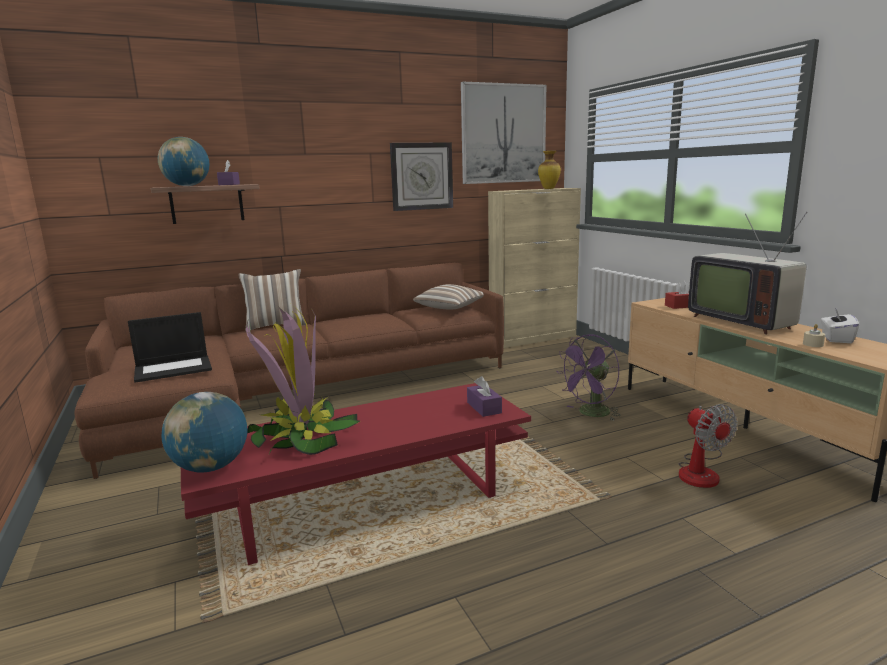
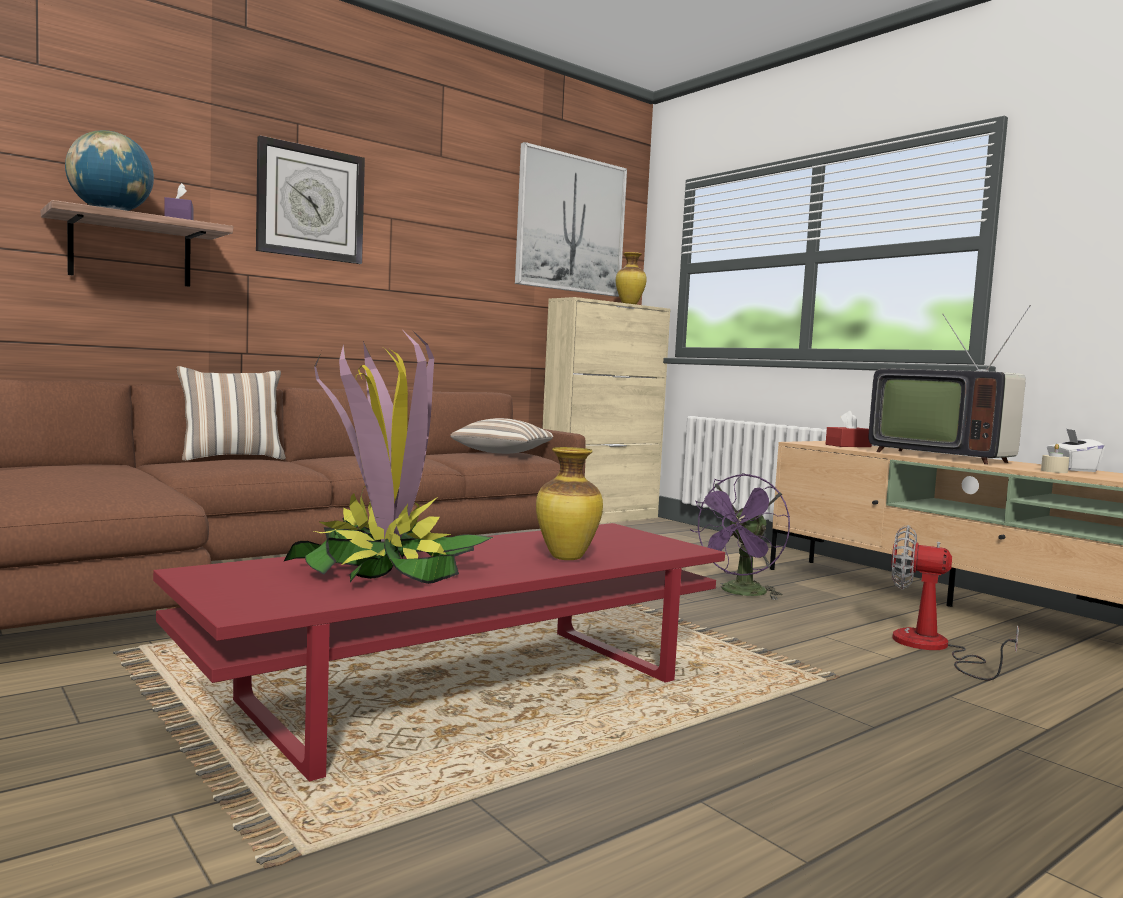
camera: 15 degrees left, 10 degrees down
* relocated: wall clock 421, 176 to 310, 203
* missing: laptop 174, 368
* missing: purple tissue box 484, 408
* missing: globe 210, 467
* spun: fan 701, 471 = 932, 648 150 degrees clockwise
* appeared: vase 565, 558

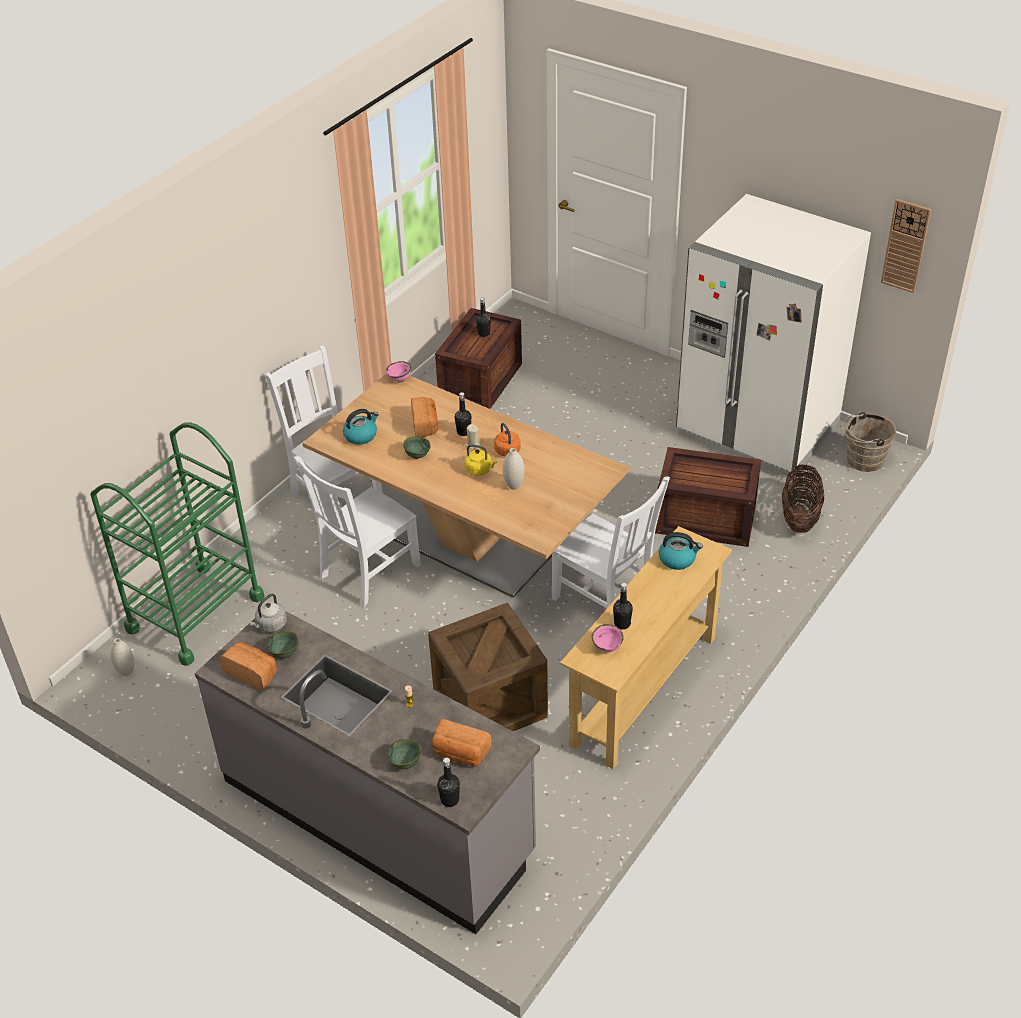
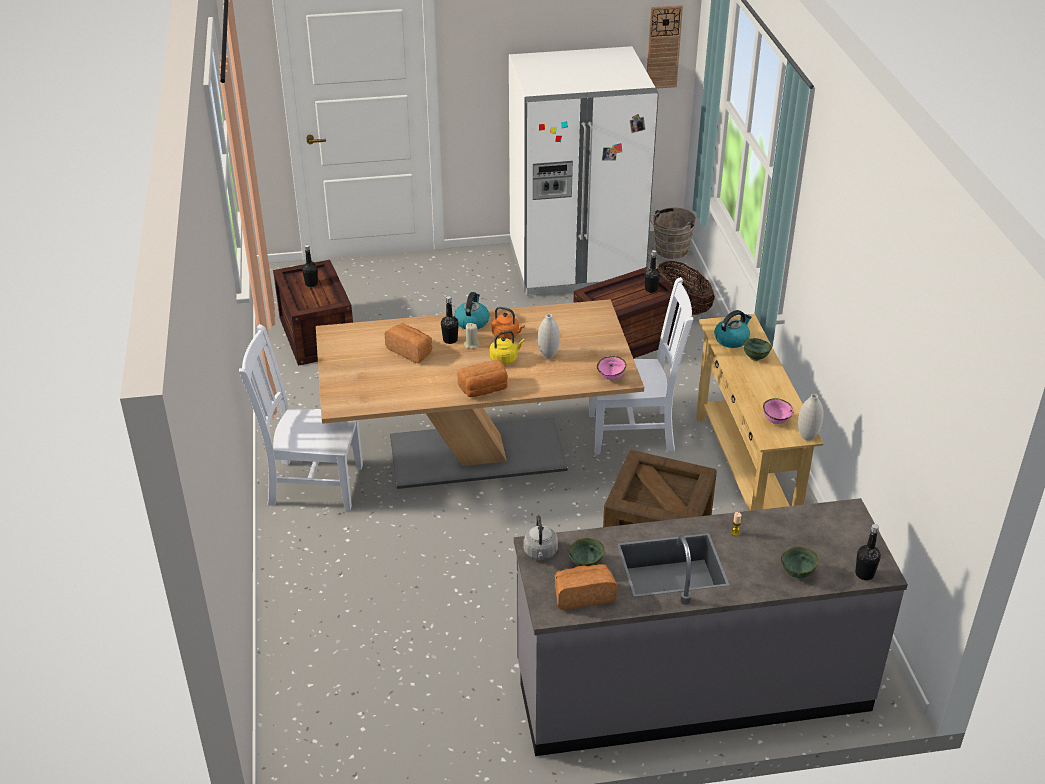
camera: 45 degrees left, 5 degrees down
* relocated: pink bowl 400, 380 to 611, 378
* relocated: kettle 361, 435 to 472, 322
* missing: green cart 195, 613
* relocated: green bowl 417, 455 to 755, 357
* missing: white chair 367, 572
* relocated: black bottle 622, 624 to 651, 289
* relocated: white vase 126, 672 to 807, 437
* relocated: bread 460, 753 to 484, 389

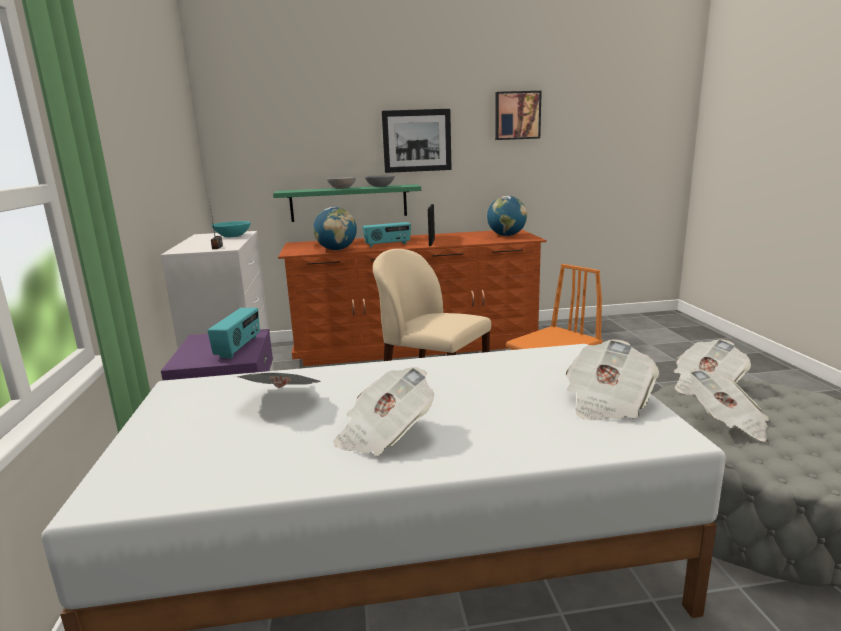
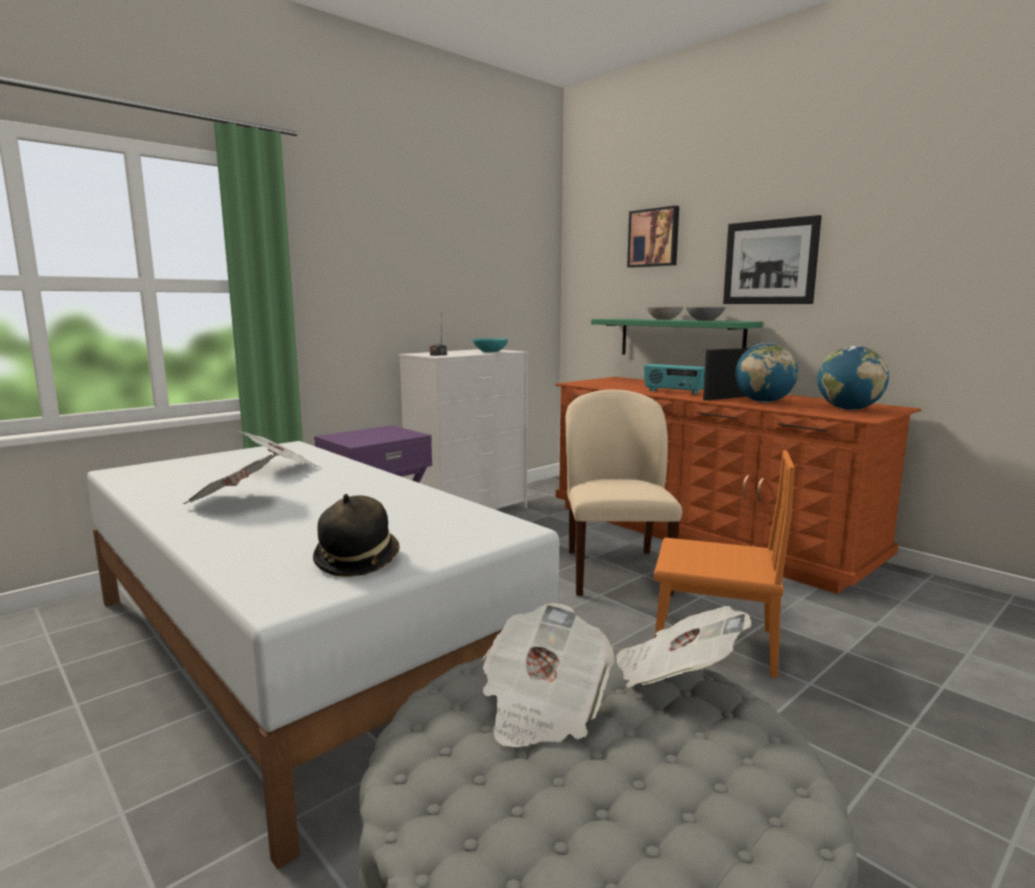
camera: 55 degrees right, 5 degrees down
* relocated: picture 517, 115 to 654, 238
* relocated: globe 337, 250 to 764, 402
* missing: radio 239, 347
* exchanged: newspaper 606, 403 to hat 357, 561

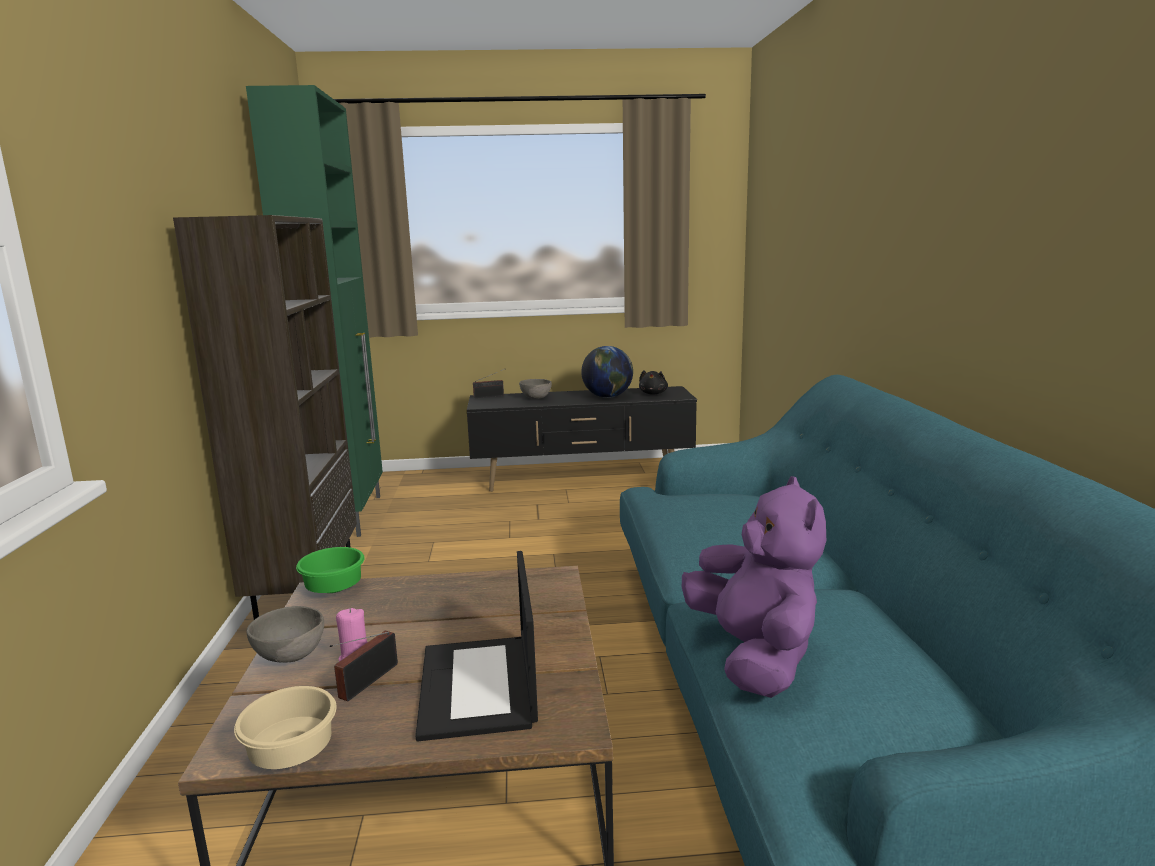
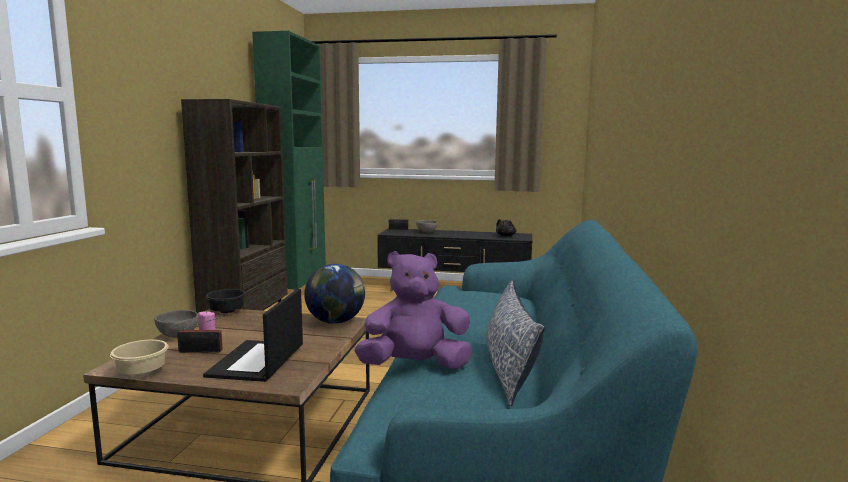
camera: 15 degrees right, 5 degrees down
* relocated: globe 608, 397 to 336, 322
* spun: purple plush toy 754, 656 = 415, 366 105 degrees counterclockwise
* colour: green bowl 334, 588 to black bowl 227, 311
* spun: radio 365, 683 = 203, 351 135 degrees counterclockwise
* appeared: pillow 508, 367

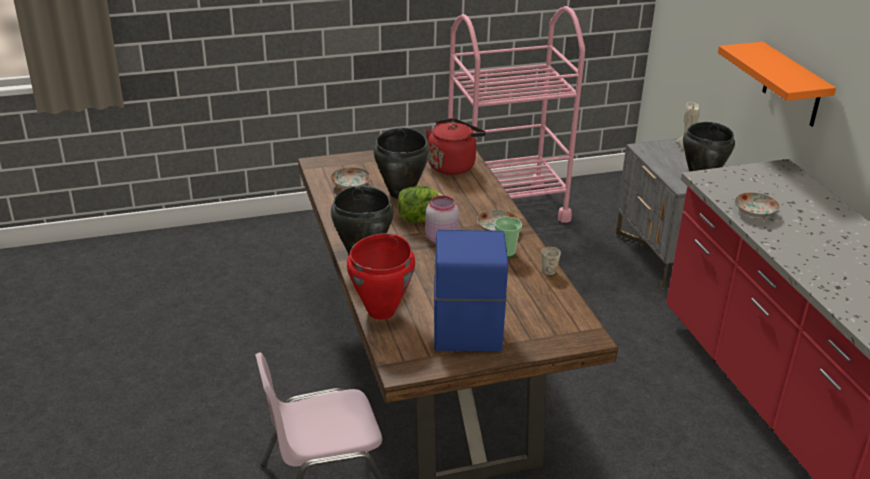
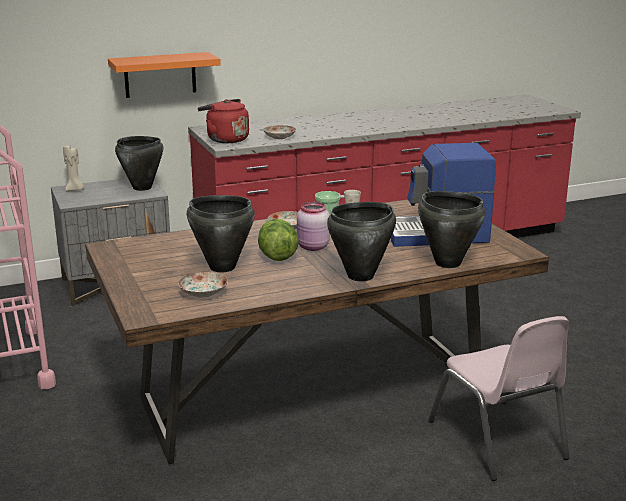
camera: 95 degrees left, 10 degrees down
* relocated: red kettle 453, 165 to 225, 139
* colour: red cooking pot 382, 311 to black cooking pot 447, 263

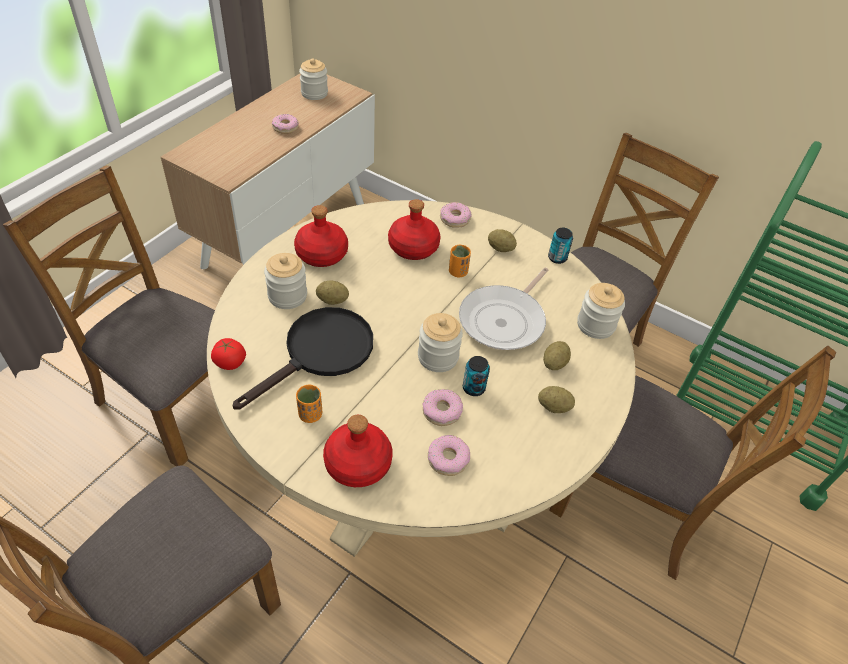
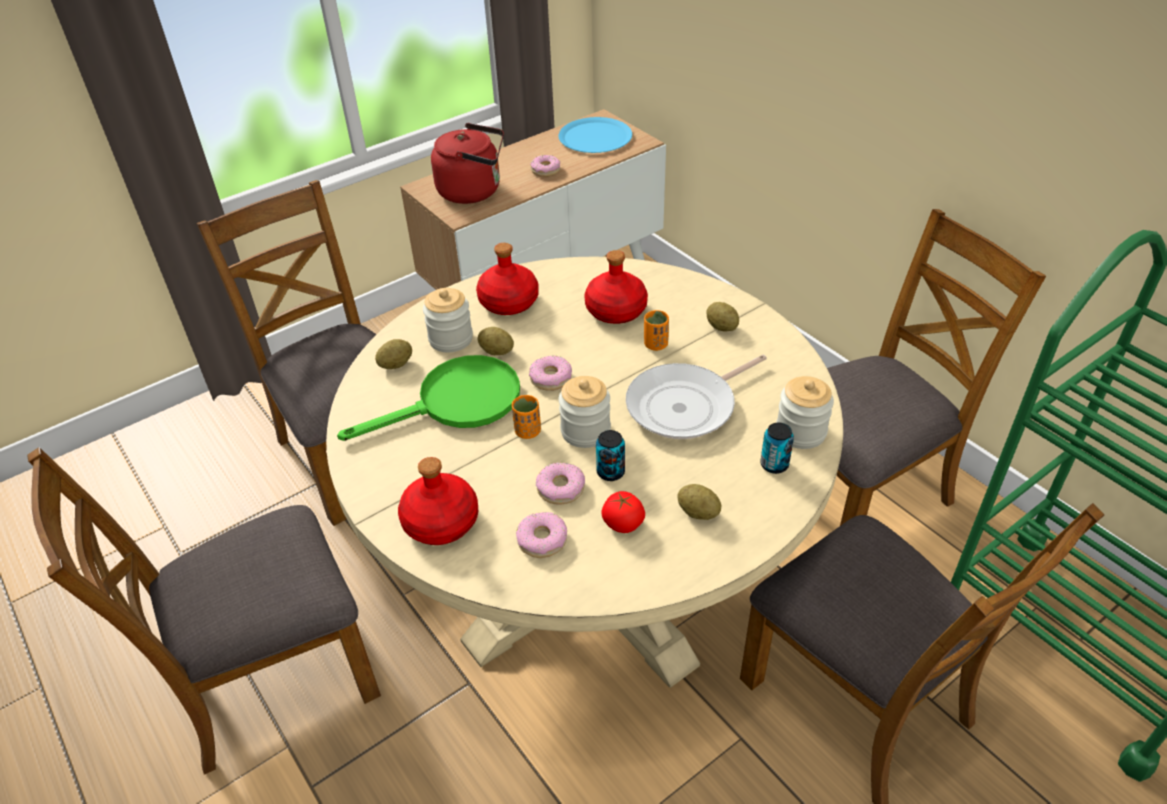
camera: 25 degrees right, 5 degrees down
* exchanged: jar 314, 93 to blue plate 595, 137
* relocated: donut 454, 219 to 550, 378
* relocated: can 557, 258 to 774, 465
* colour: black frying pan 320, 353 to green frying pan 456, 403
* relocated: tomato 230, 363 to 623, 523
* relocated: potato 554, 363 to 396, 364
* relocated: orange cup 310, 414 to 527, 431
* appeared: red kettle 473, 191

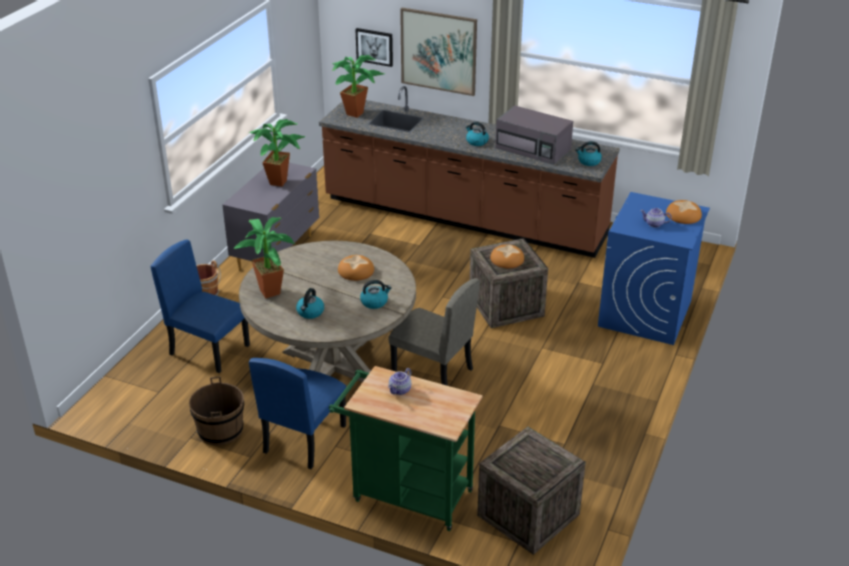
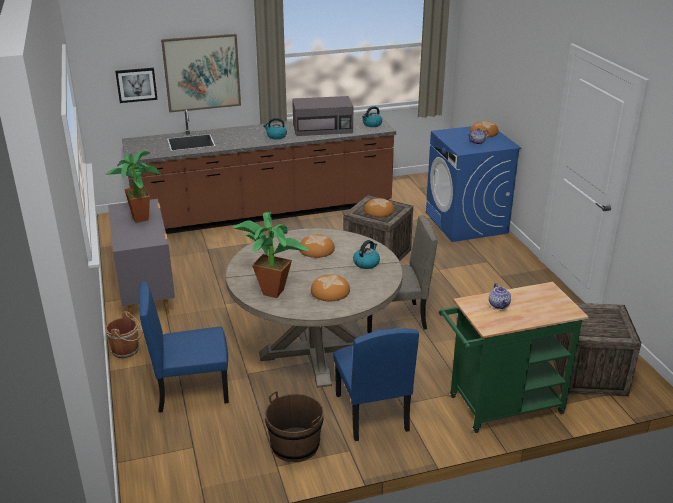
camera: 40 degrees left, 5 degrees down
* missing: potted plant 358, 113
* exchanged: kettle 310, 312 to bread 330, 291

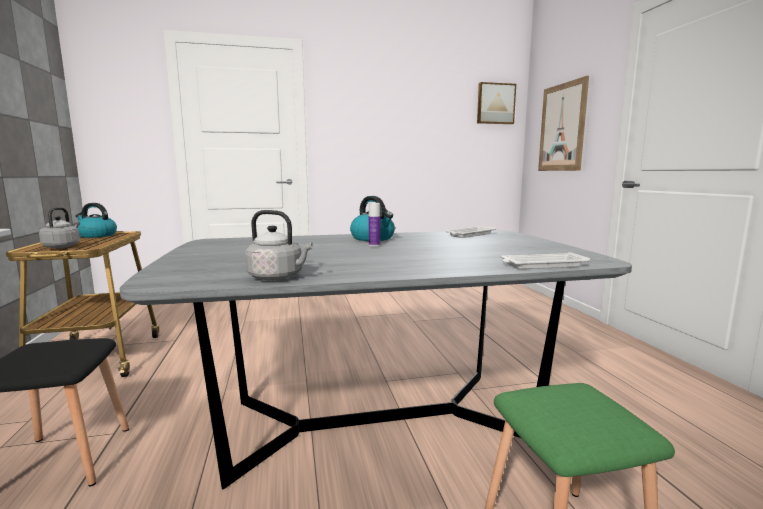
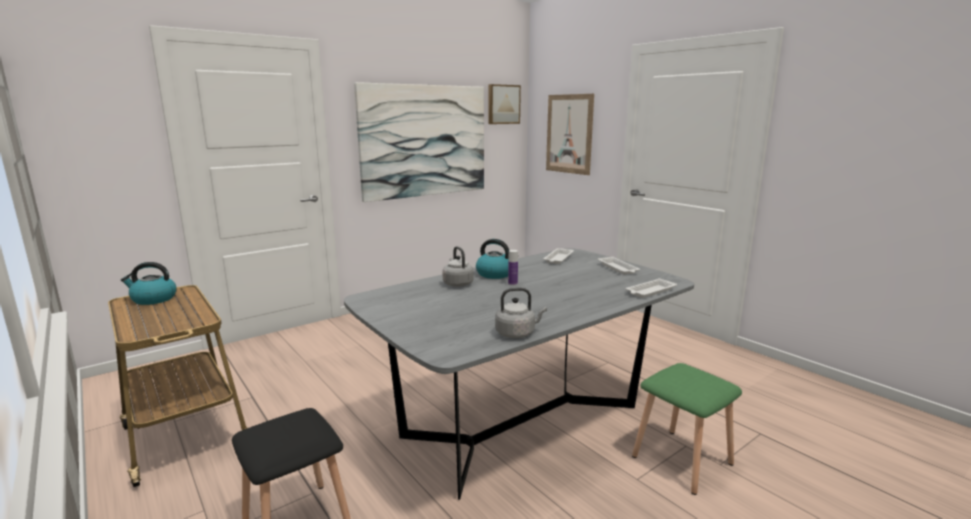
camera: 25 degrees left, 5 degrees up
* relocated: grey kettle 63, 246 to 457, 283
* appeared: picture 424, 141
* appeared: white tray 618, 268

